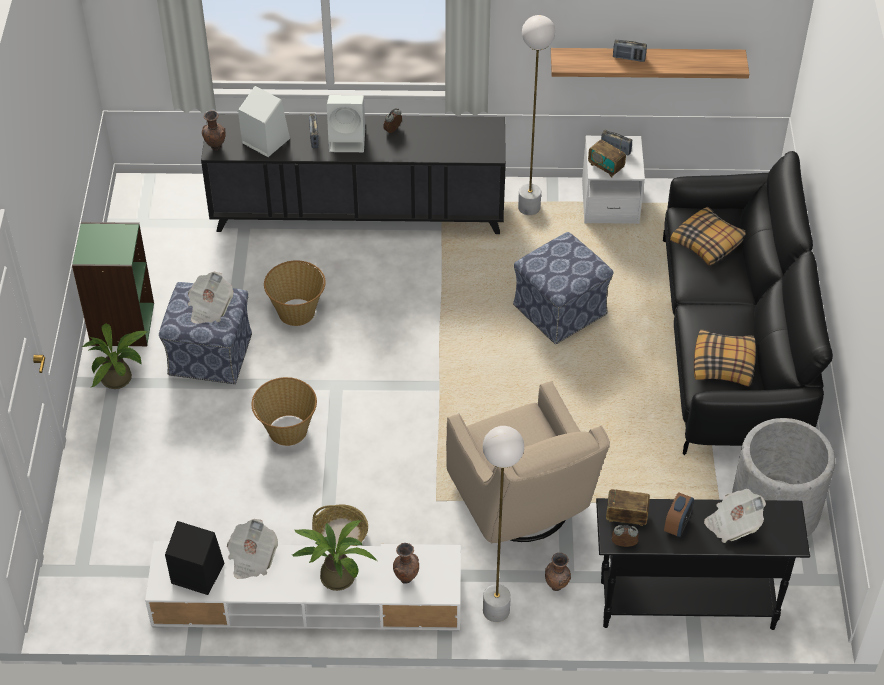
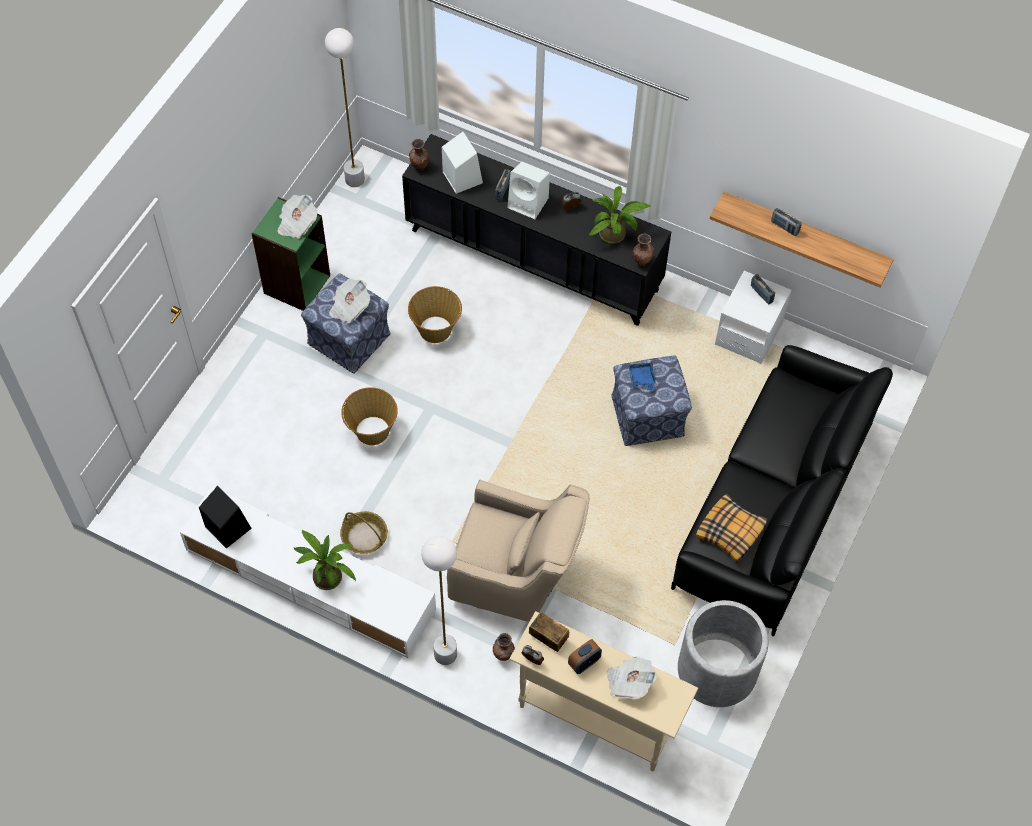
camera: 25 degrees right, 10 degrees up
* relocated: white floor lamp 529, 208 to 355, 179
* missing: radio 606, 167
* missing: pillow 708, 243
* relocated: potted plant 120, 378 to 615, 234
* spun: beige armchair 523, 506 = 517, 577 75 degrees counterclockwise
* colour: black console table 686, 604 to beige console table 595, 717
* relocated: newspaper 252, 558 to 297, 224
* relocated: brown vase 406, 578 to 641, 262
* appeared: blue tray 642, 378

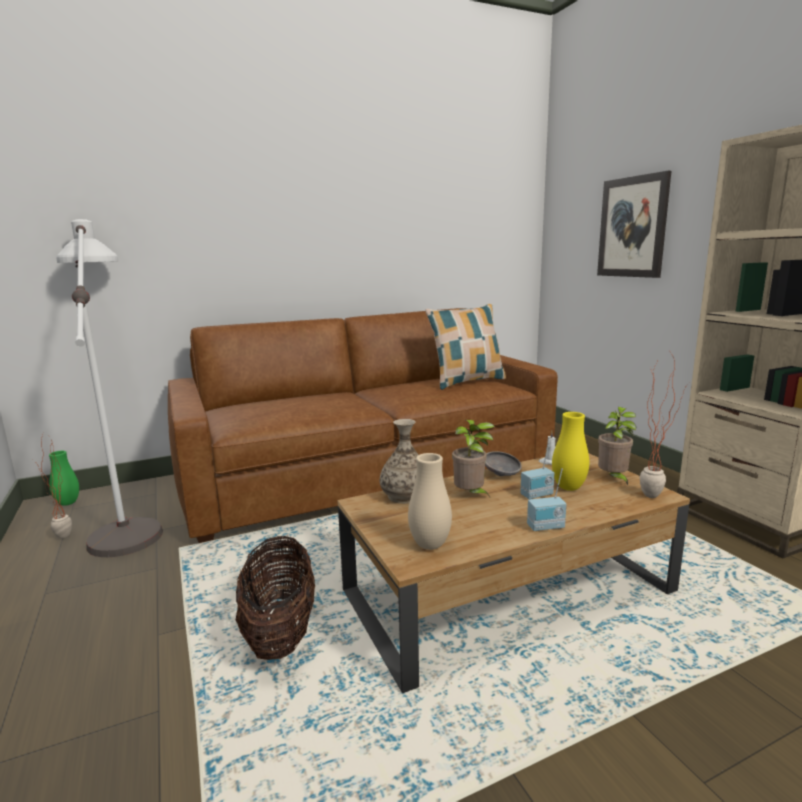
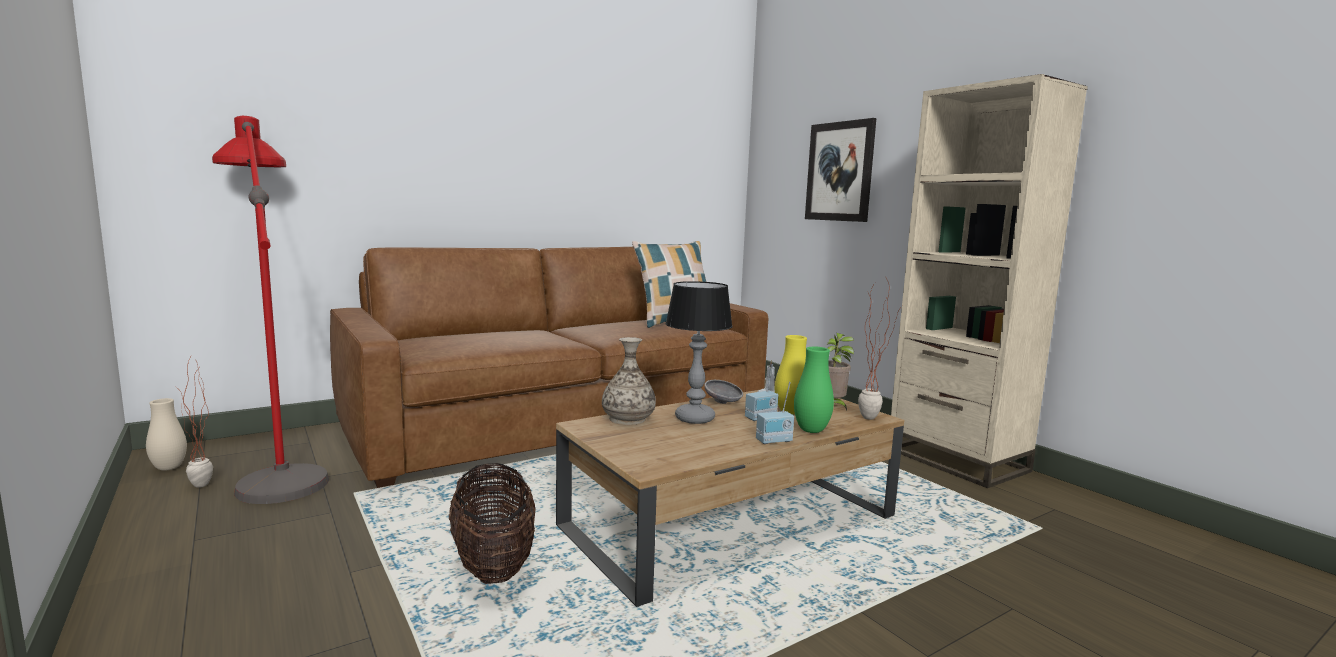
camera: 10 degrees left, 5 degrees down
* colour: white floor lamp 127, 517 to red floor lamp 278, 465
* exchanged: potted plant 471, 495 to table lamp 695, 418
* relocated: green vase 68, 503 to 811, 430
* relocated: beige vase 430, 545 to 169, 468

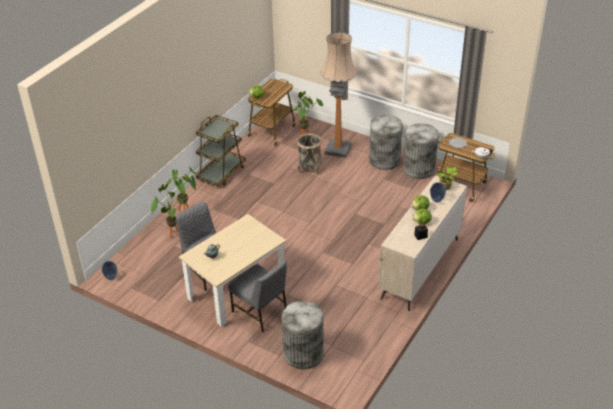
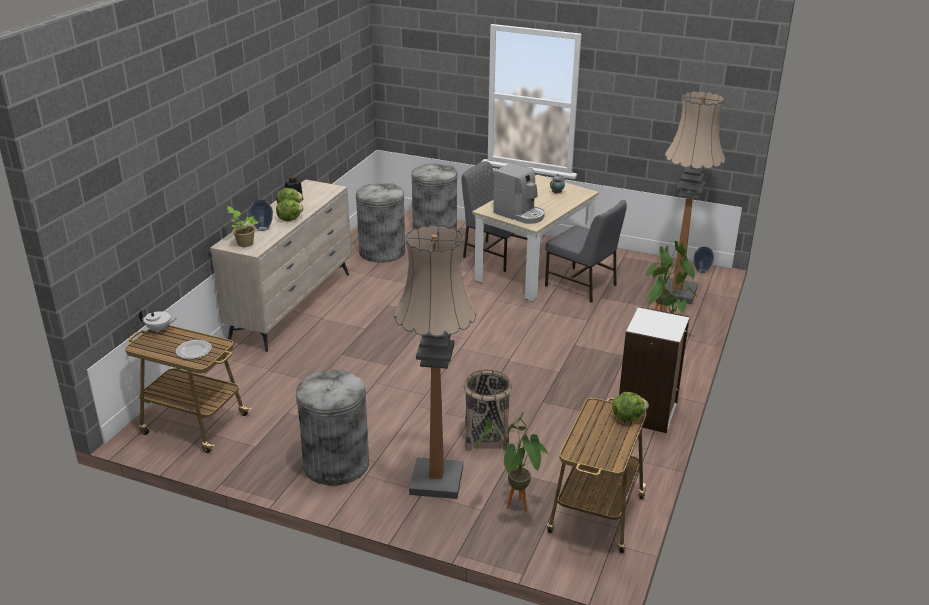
camera: 170 degrees right, 10 degrees down
* exchanged: brown cart 221, 173 to white bookcase 647, 413
* relocated: grey trash can 419, 169 to 382, 251
* appeared: floor lamp 676, 293
* appeared: coffee machine 520, 214

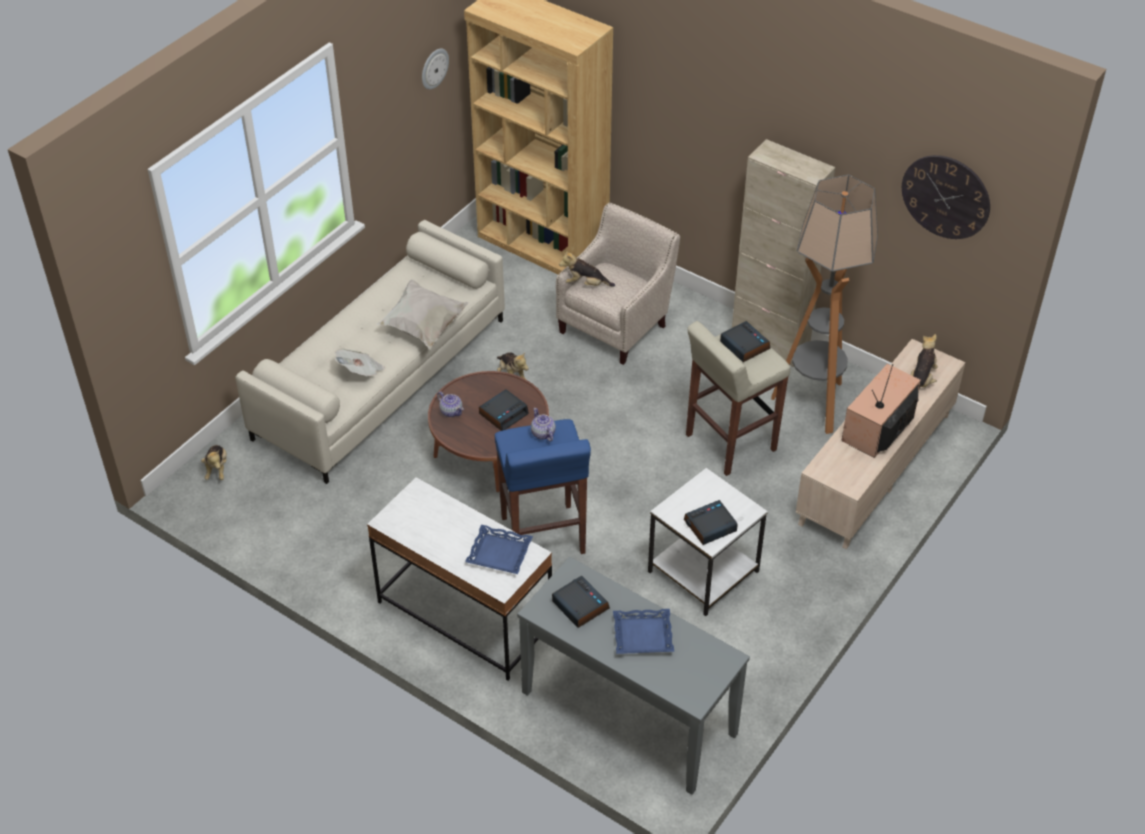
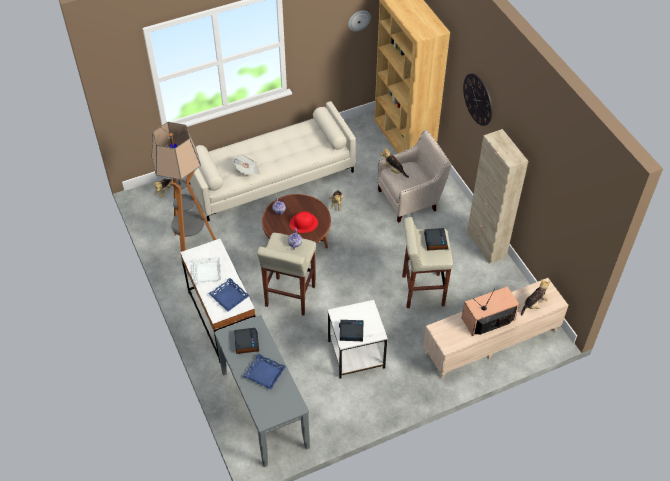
camera: 30 degrees right, 5 degrees up
* relocated: wall clock 945, 197 to 478, 99
* relocated: floor lamp 813, 404 to 192, 246
* missing: white pillow 423, 327
* exchanged: alarm clock 503, 413 to red hat 304, 223
* colour: blue stool 543, 536 to beige stool 290, 297
* appeared: white tray 207, 272

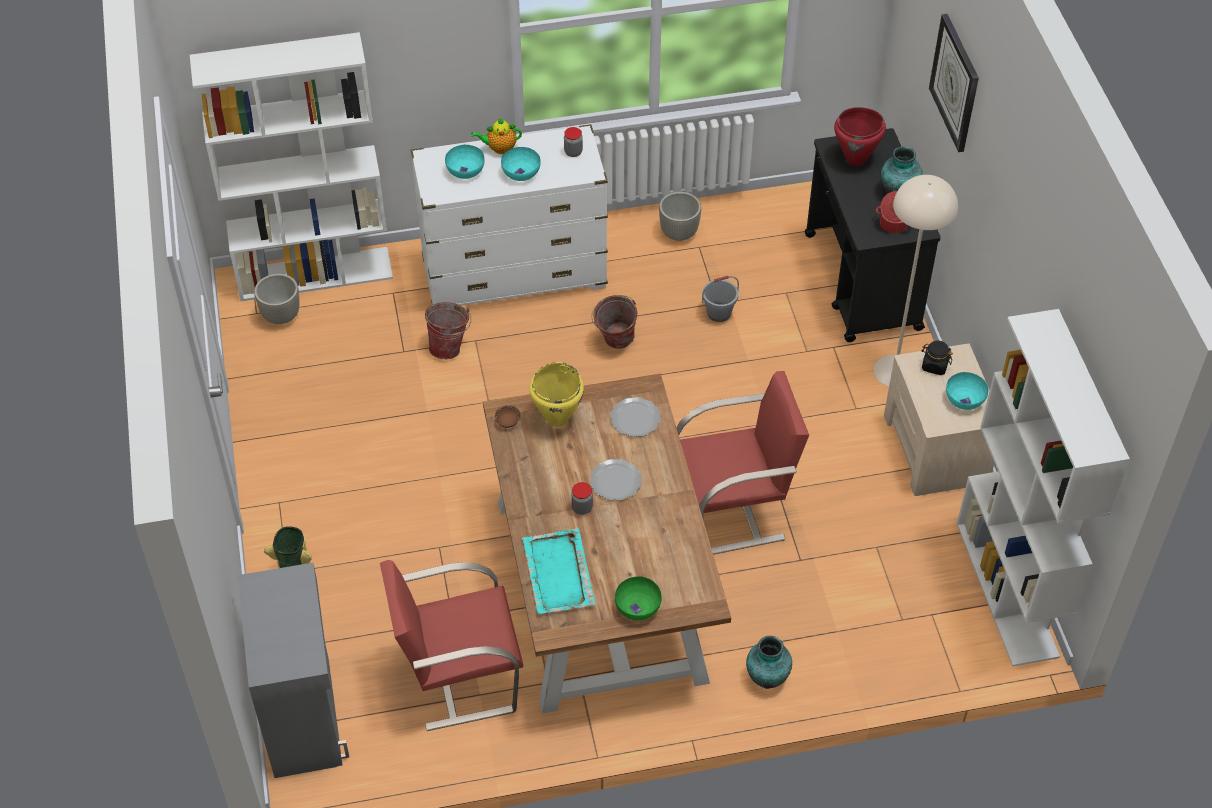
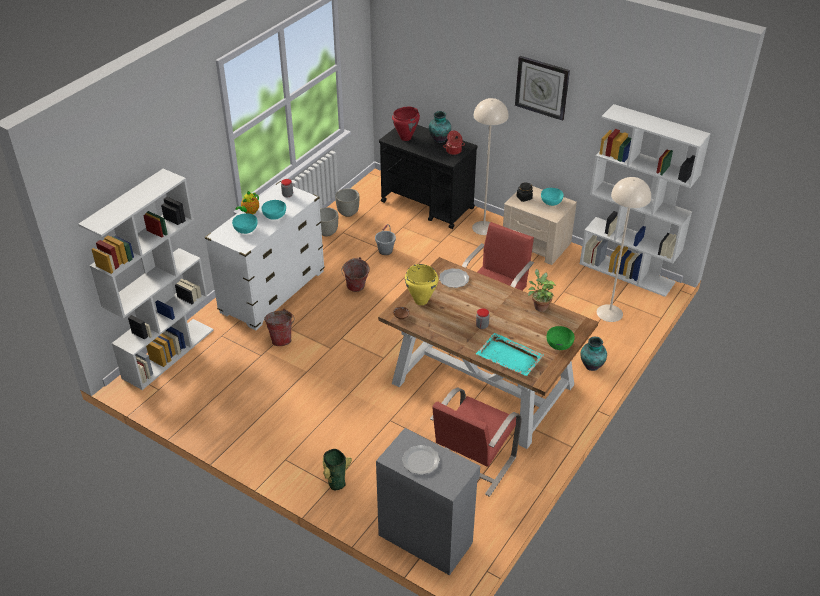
camera: 45 degrees left, 10 degrees down
* relocated: wall clock 955, 82 to 542, 87
* relocated: grey planter 281, 316 to 348, 213
* relocated: plate 616, 481 to 421, 460
* appeared: beige floor lamp 609, 313
* appeared: potted plant 539, 306

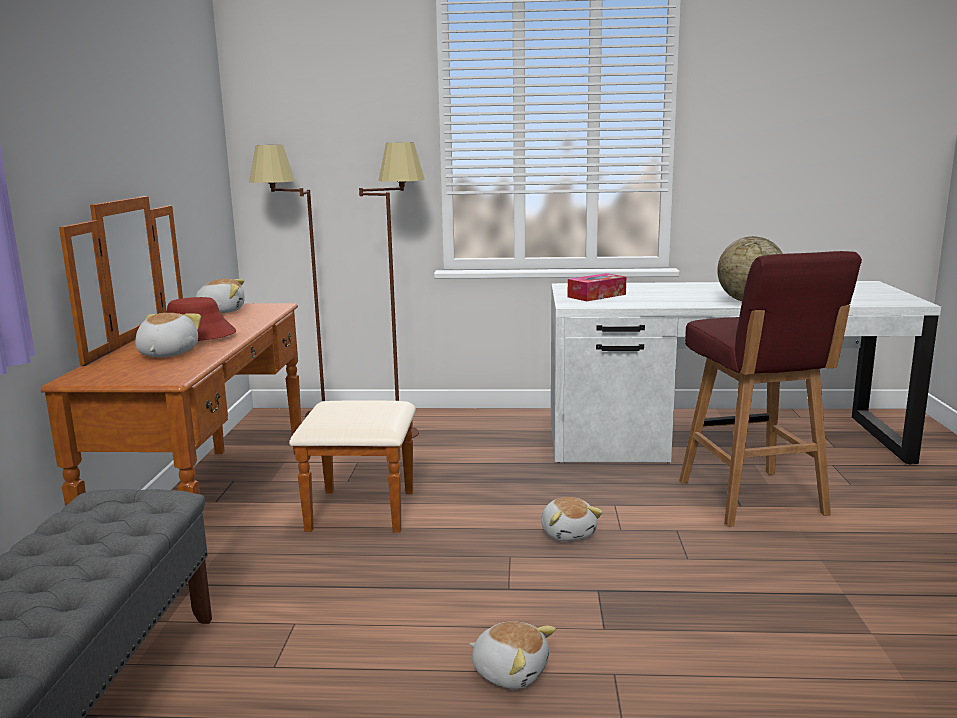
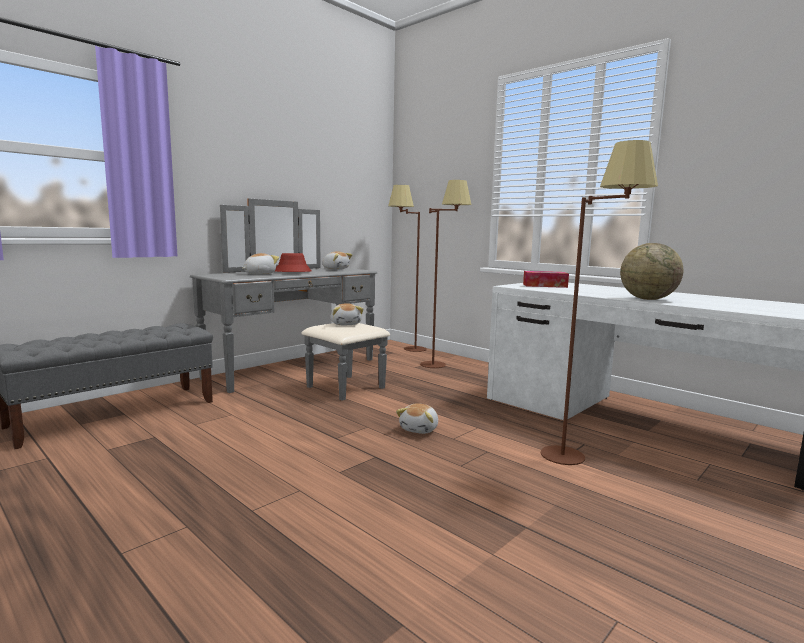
camera: 40 degrees right, 5 degrees down
* colour: brown dresser 247, 508 to grey dresser 305, 372
* exchanged: red stool 752, 499 to brown floor lamp 583, 457
* relocated: plush toy 510, 671 to 346, 324

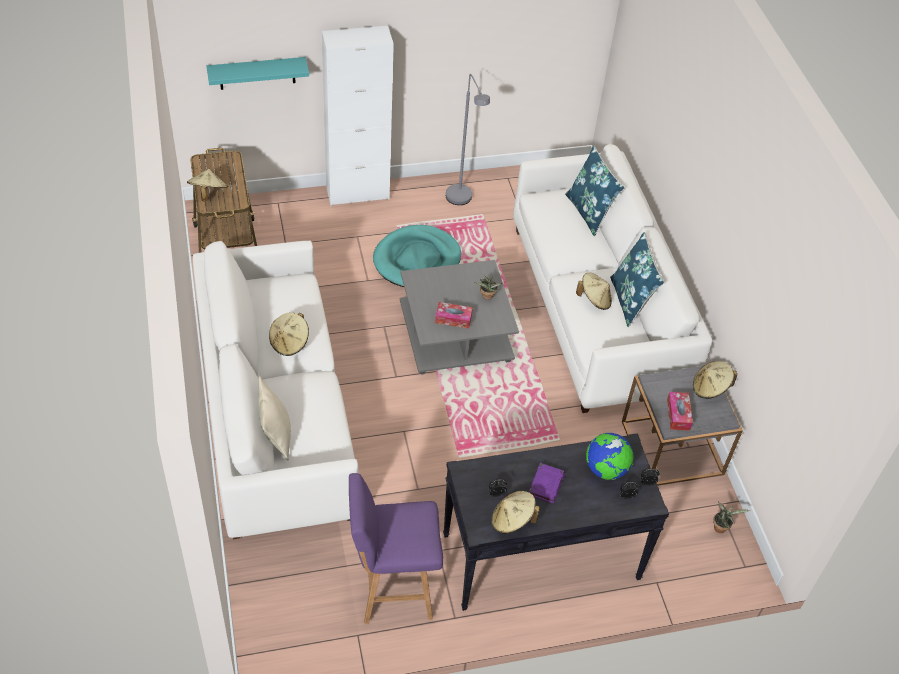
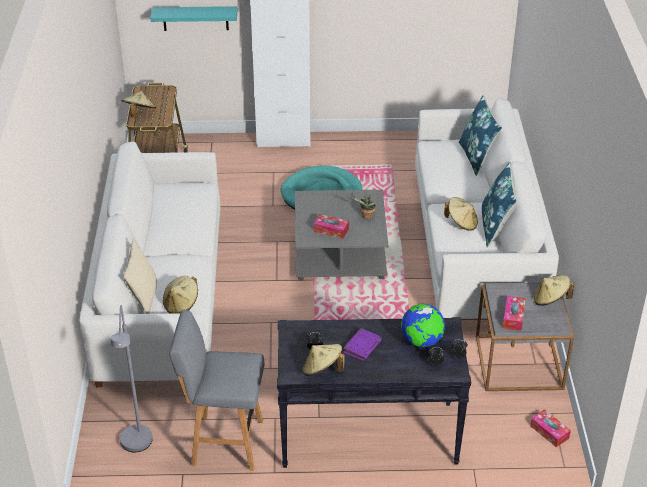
camera: 15 degrees right, 10 degrees down
* relocated: grey floor lamp 462, 201 to 137, 447
* relocated: beige hat 289, 342 to 181, 305
* colour: purple stool 392, 588 to grey stool 224, 442
* exchanged: potted plant 721, 527 to tissue box 549, 432

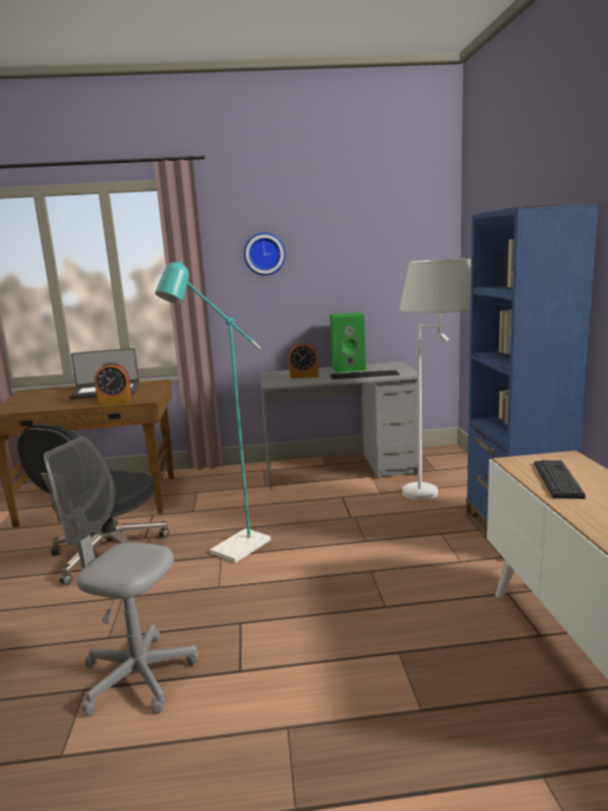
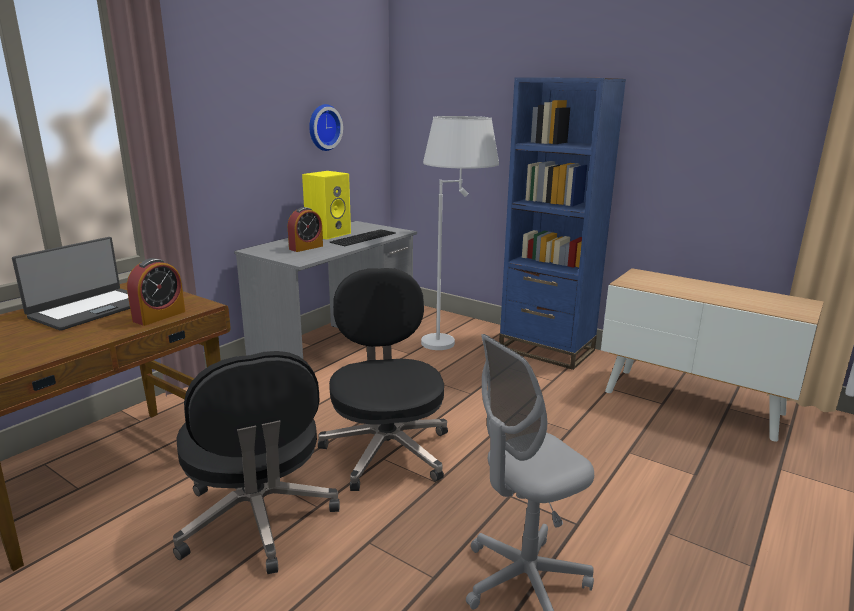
camera: 50 degrees left, 5 degrees up
* relocated: wall clock 264, 254 to 323, 127
* exchanged: turquoise floor lamp 233, 551 to black office chair 386, 449
* colour: green speaker 349, 368 to yellow speaker 328, 233
* missing: keyboard 557, 480

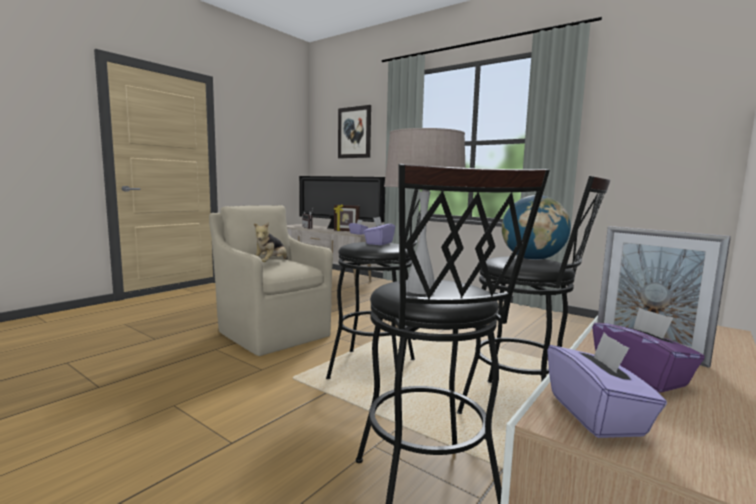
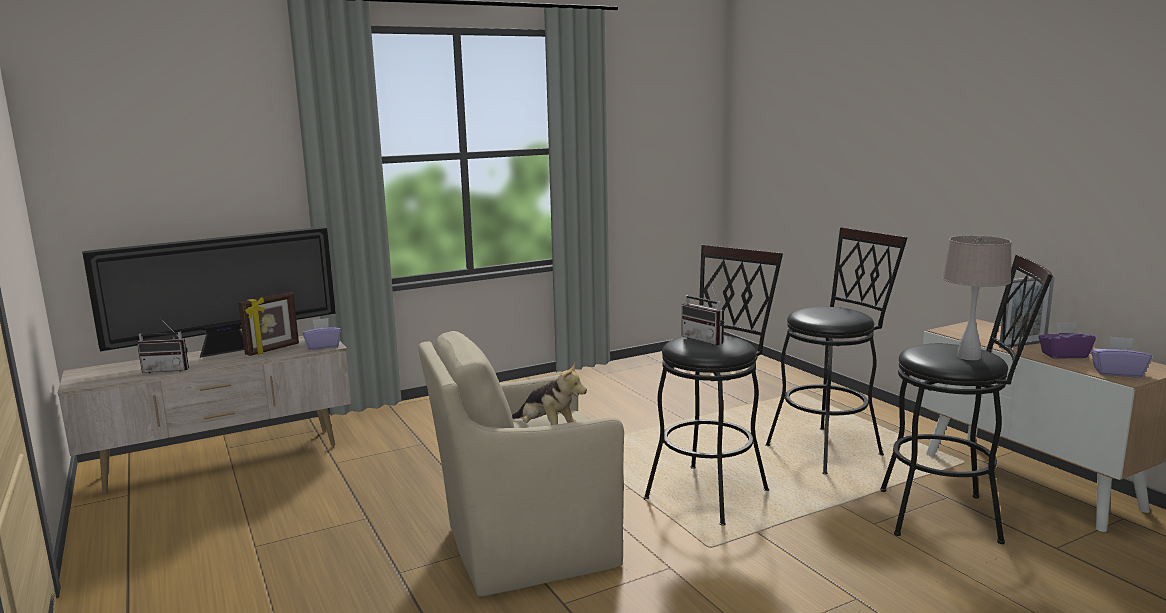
camera: 65 degrees left, 5 degrees up
* missing: picture 354, 132
* missing: globe 532, 259
* exchanged: purple tissue box 379, 243 to radio 706, 340

